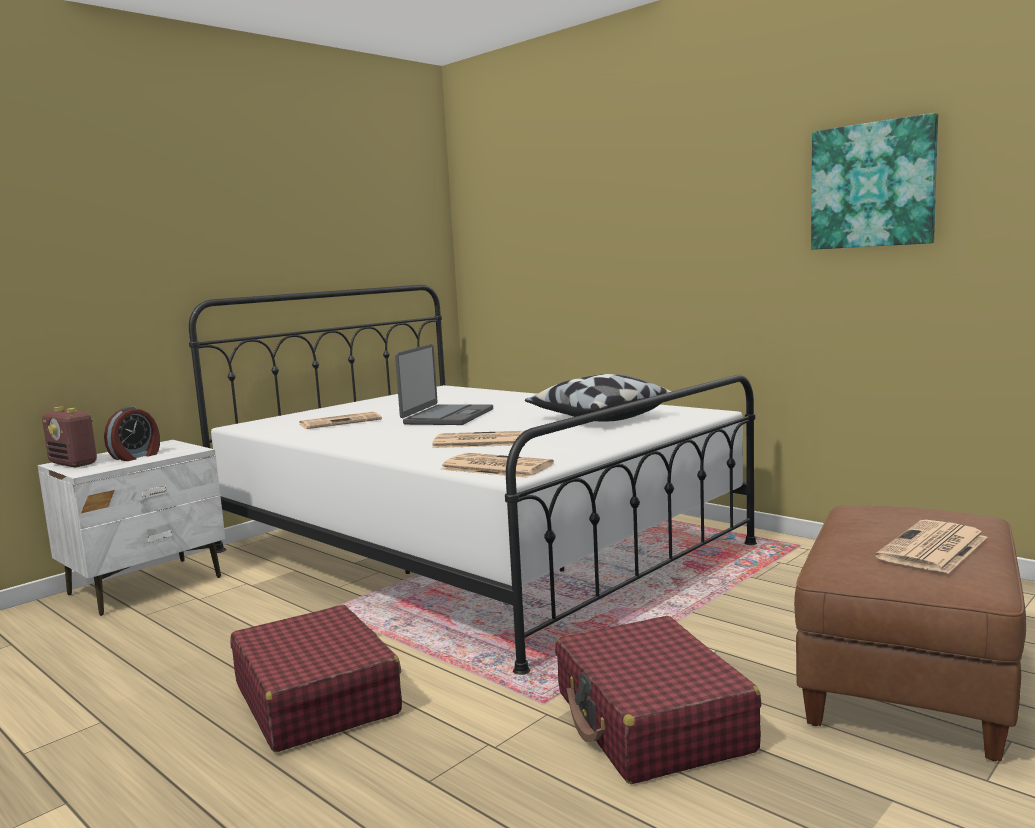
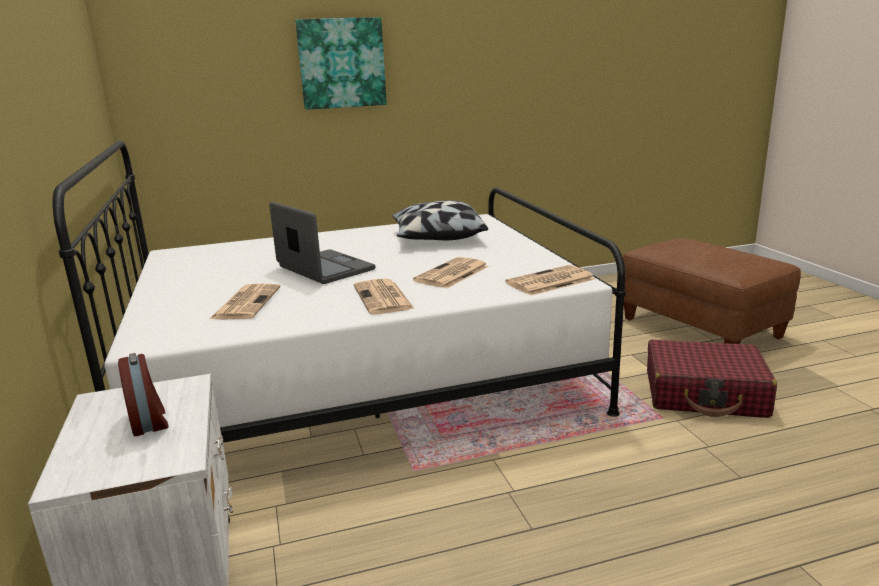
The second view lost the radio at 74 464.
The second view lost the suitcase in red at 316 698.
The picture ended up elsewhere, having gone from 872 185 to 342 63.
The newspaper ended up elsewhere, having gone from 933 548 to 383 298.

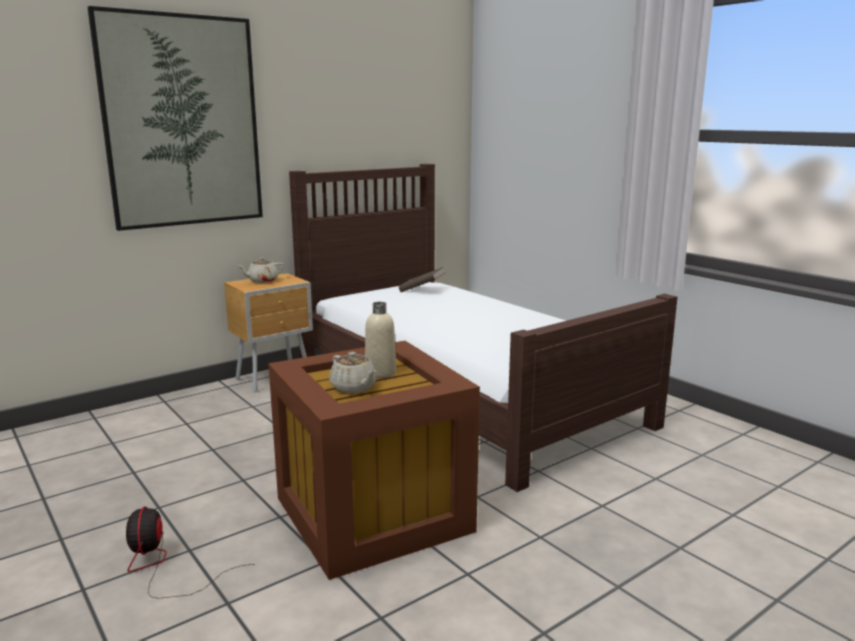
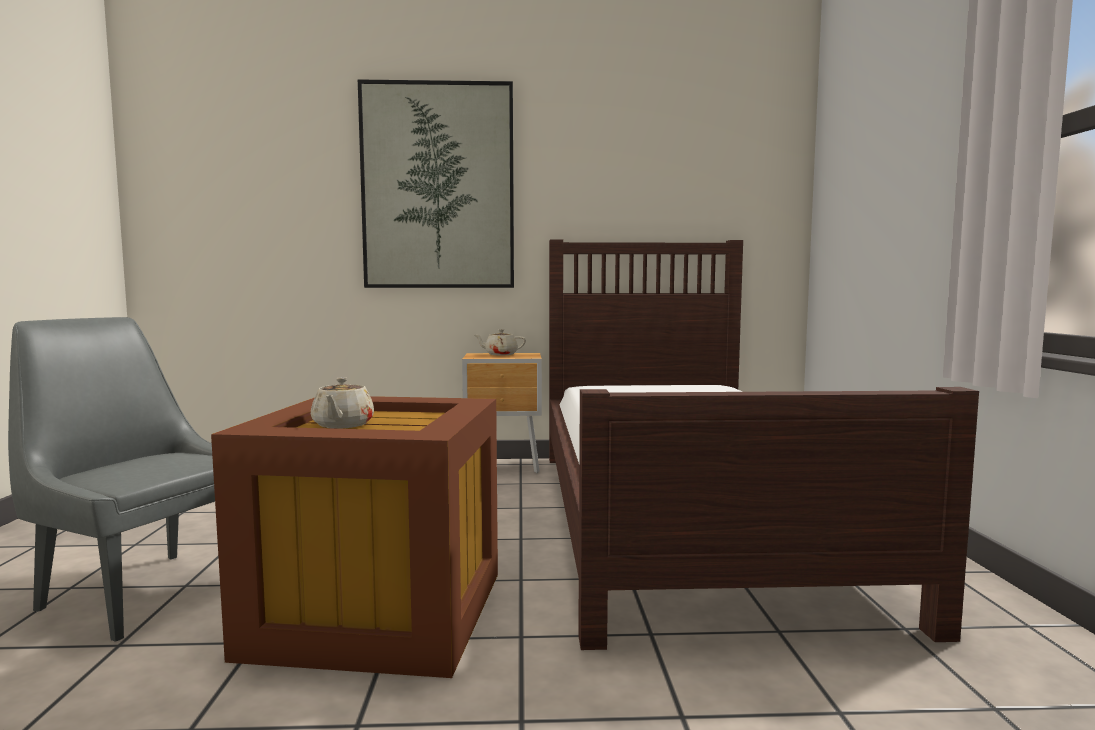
The second view lost the bottle in beige at 380 373.
The second view lost the book in brown at 422 290.
Where the fan stood at 163 567, the chair in grey came to stand at 144 592.

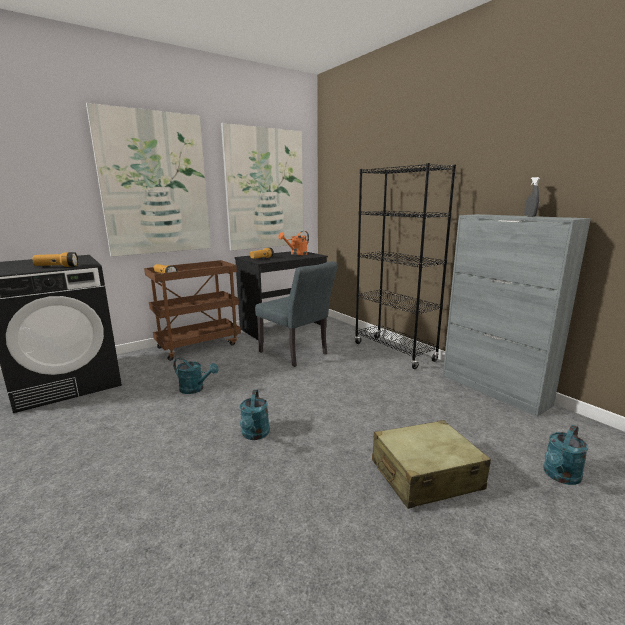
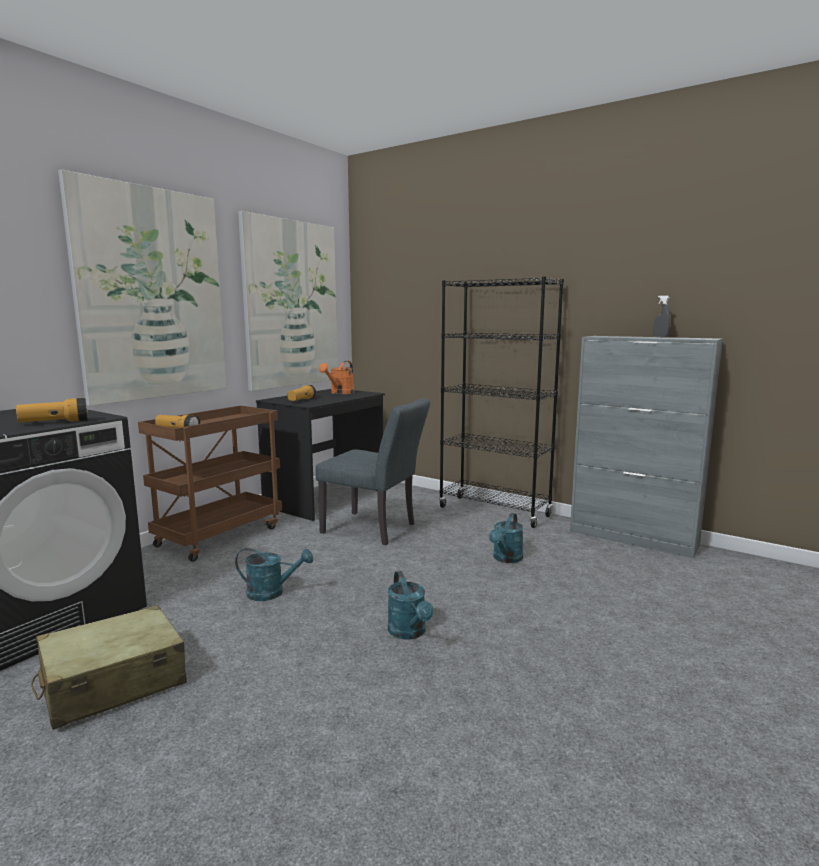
The suitcase in beige ended up elsewhere, having gone from 425 475 to 113 682.
The watering can in turquoise ended up elsewhere, having gone from 560 476 to 506 559.

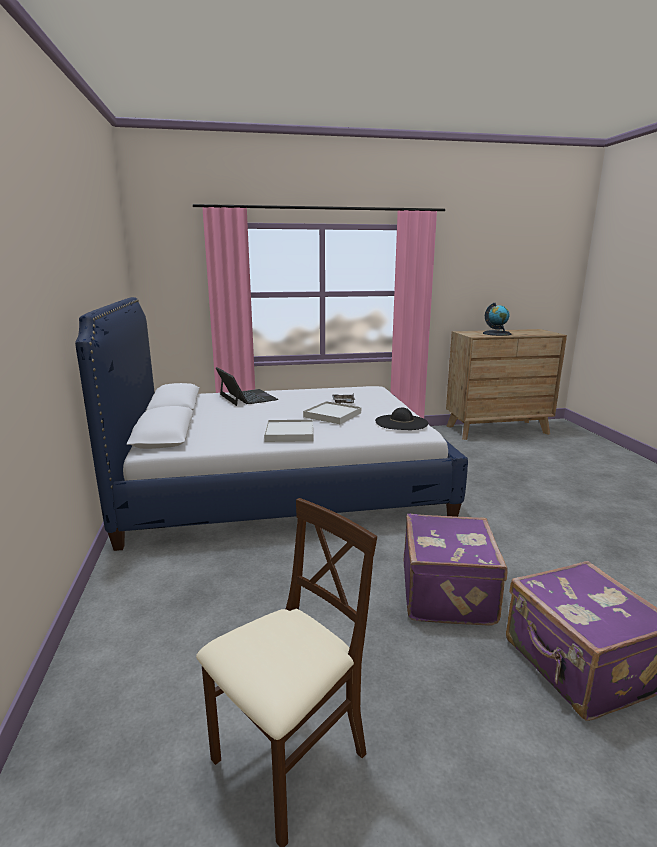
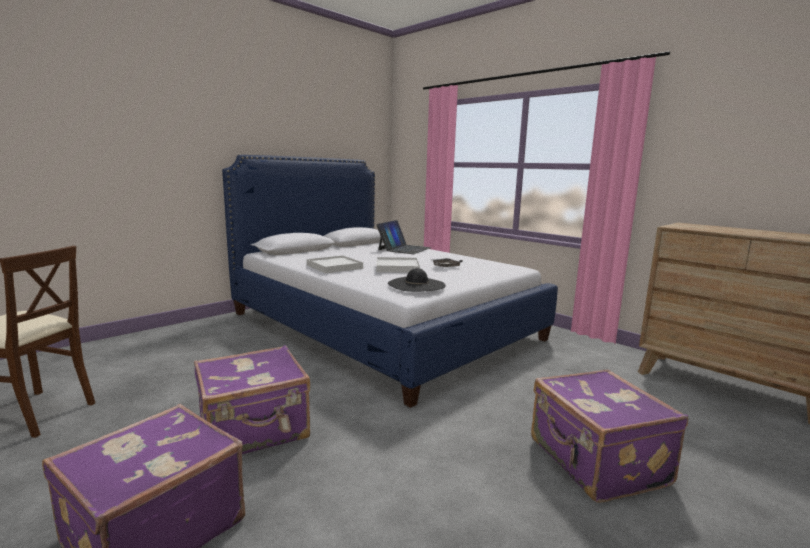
The second view lost the globe at 497 333.
The second view gained the suitcase in purple at 596 463.

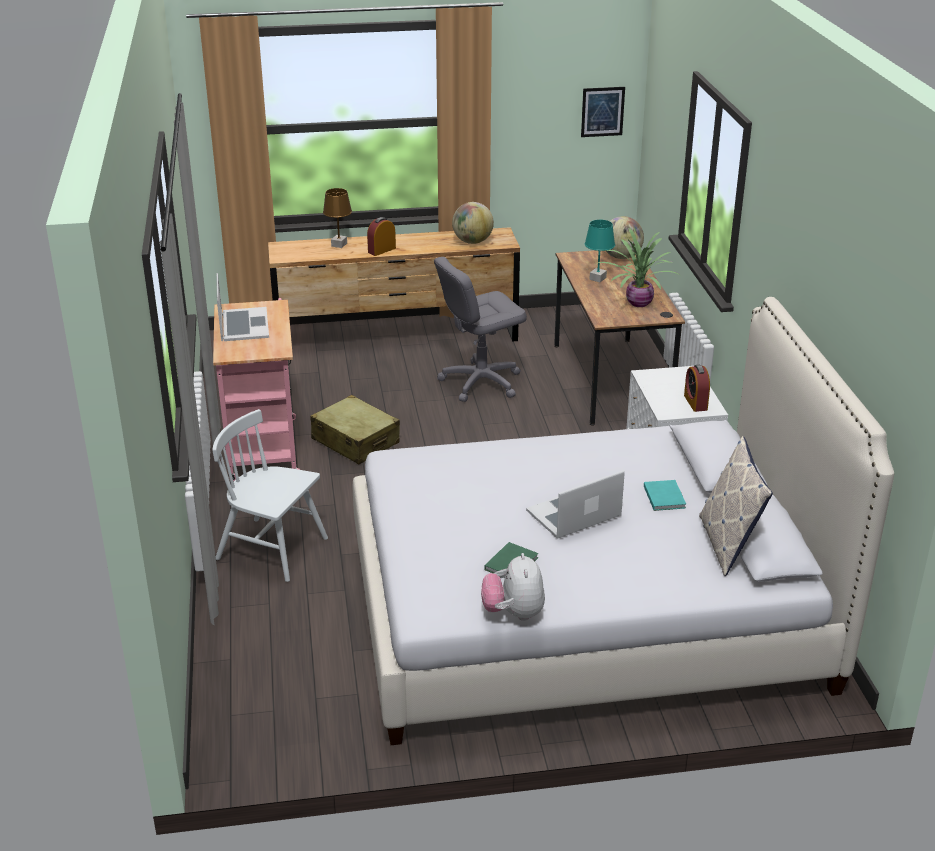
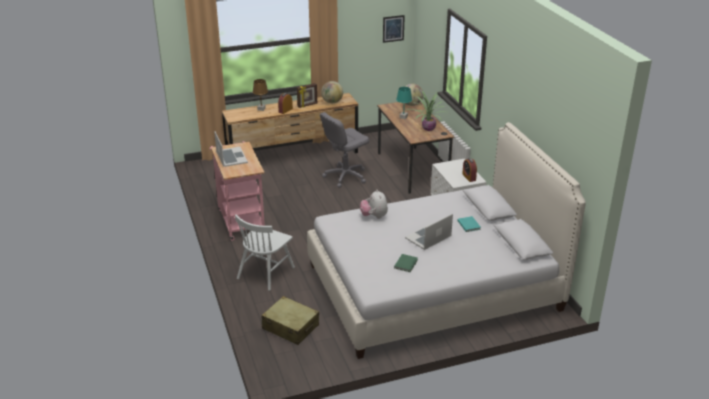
The second view lost the pillow at 728 544.
The second view gained the picture frame at 307 105.
The suitcase in beige ended up elsewhere, having gone from 355 441 to 290 327.
The plush toy ended up elsewhere, having gone from 513 613 to 374 216.
The chair in white at 272 549 ended up facing another way, 75 degrees counterclockwise from before.

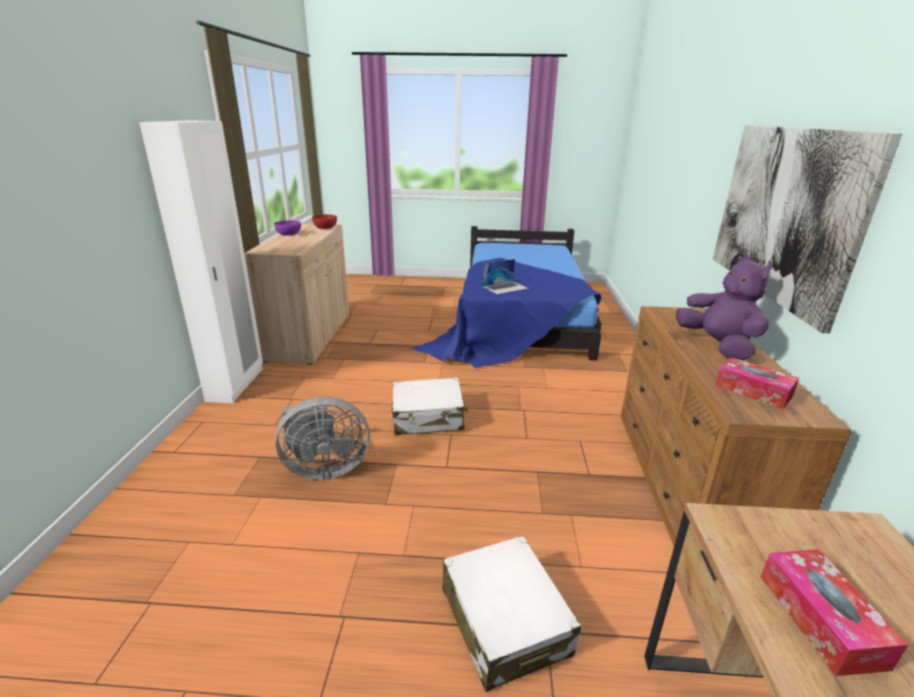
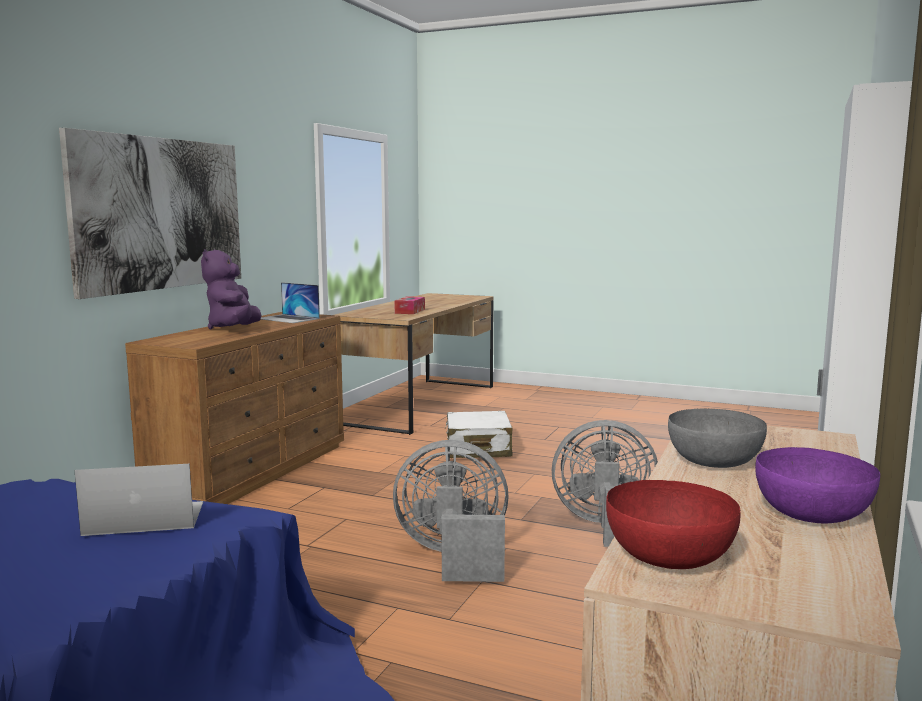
The second view gained the bowl in grey at 715 461.
Where the suitcase in white stood at 428 417, the fan in grey came to stand at 454 557.
Where the tissue box stood at 753 391, the laptop came to stand at 288 318.

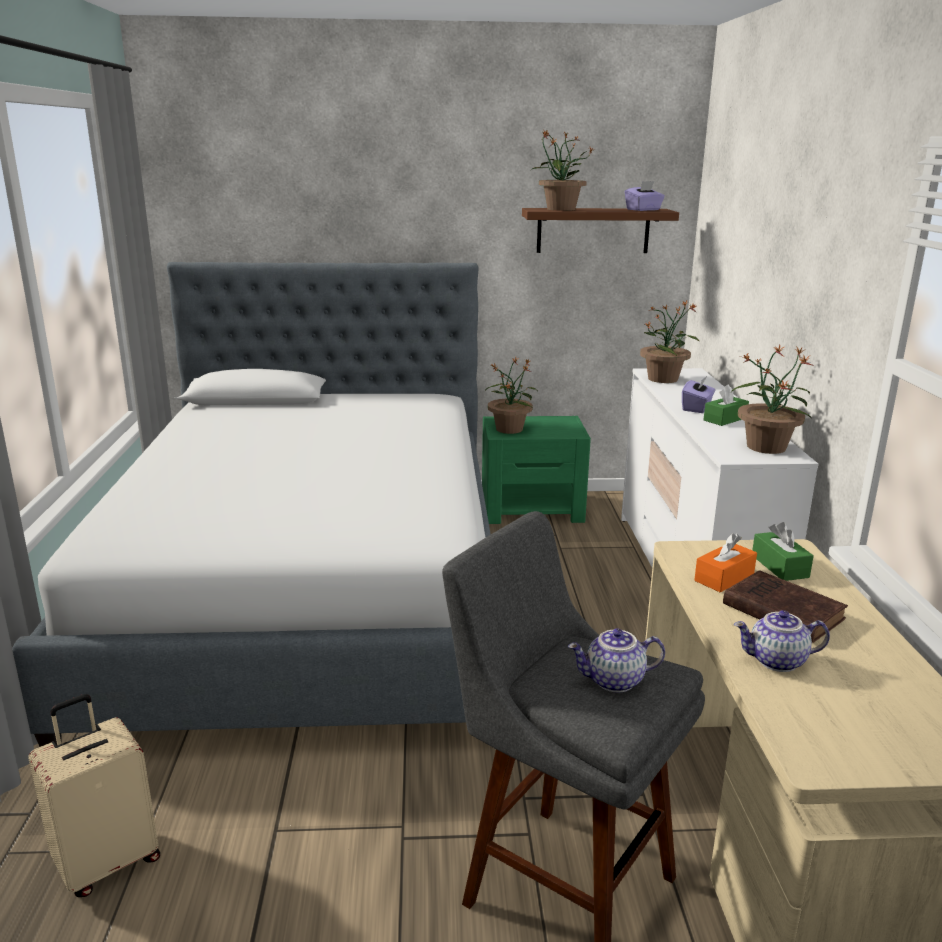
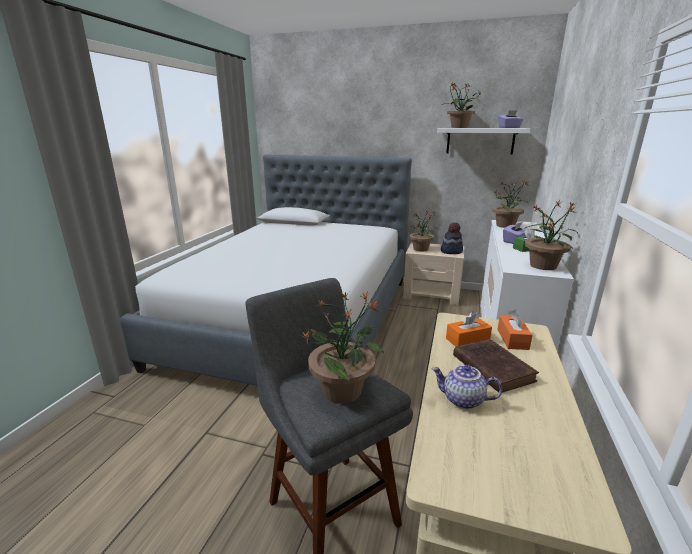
The second view lost the suitcase in beige at 107 862.
The second view gained the hat at 451 251.
Where the teapot stood at 614 681, the potted plant came to stand at 343 390.
What was the nightstand in green at 532 508 turned into the nightstand in beige at 432 294.
What was the shelf in brown at 593 230 turned into the shelf in white at 480 141.
What was the tissue box in green at 779 566 turned into the tissue box in orange at 512 339.

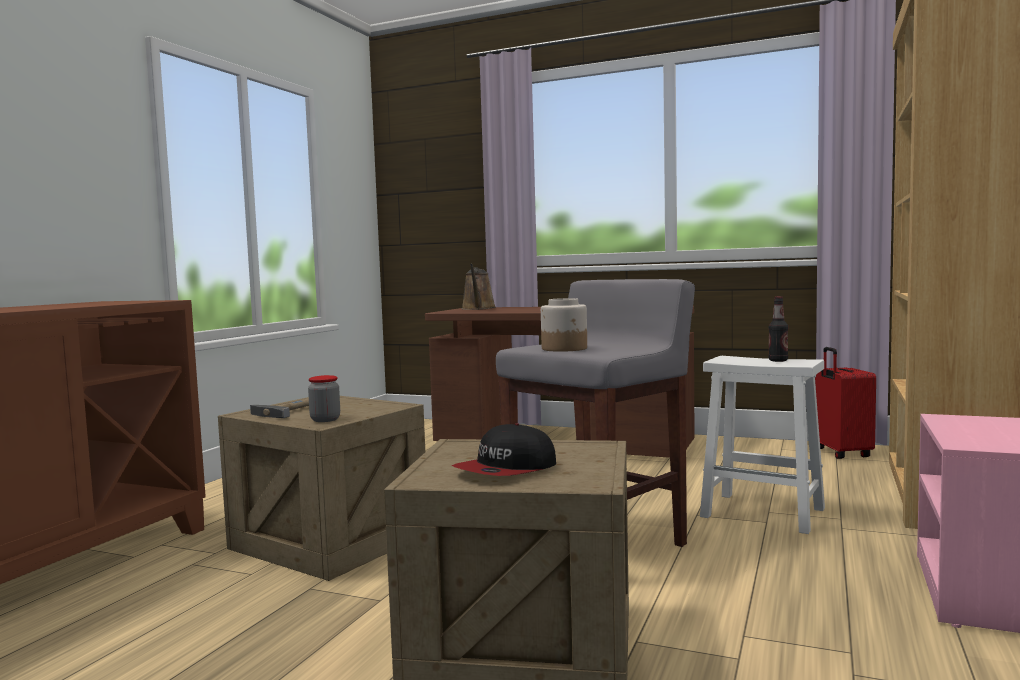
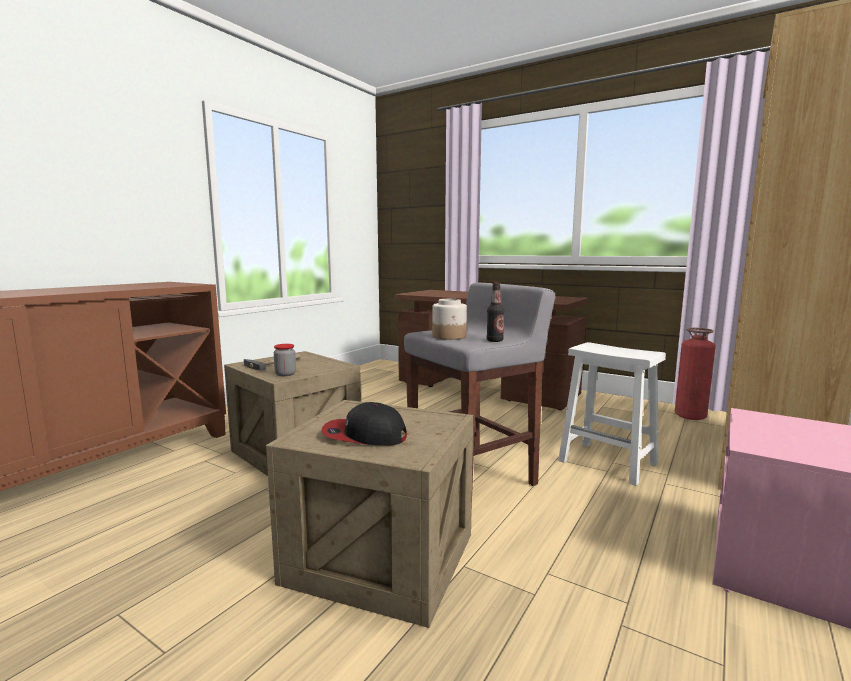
The second view lost the watering can in brown at 478 308.
The bottle ended up elsewhere, having gone from 778 360 to 494 340.
Where the suitcase in red stood at 841 453, the fire extinguisher came to stand at 690 416.
The cap at 506 470 ended up facing another way, 45 degrees clockwise from before.

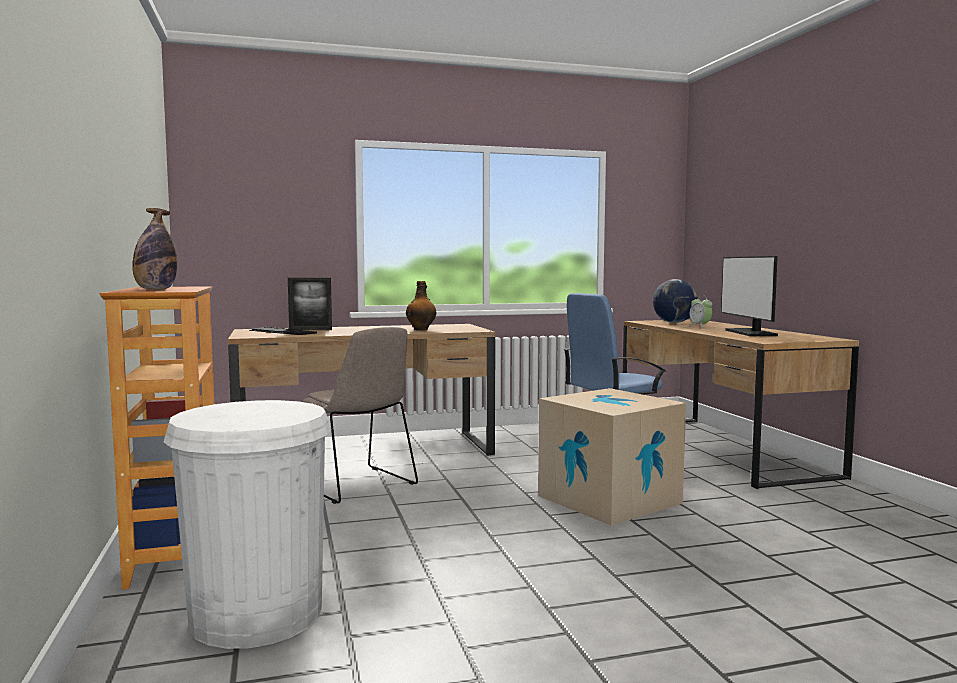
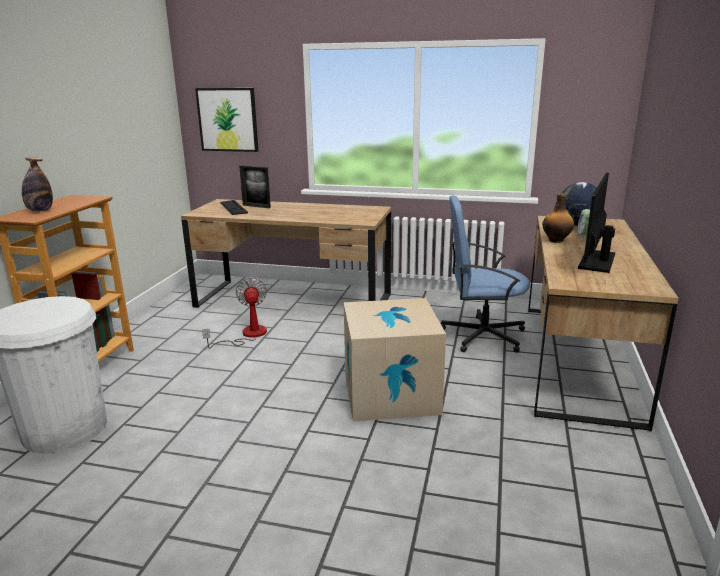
The second view gained the picture at 228 119.
The bottle ended up elsewhere, having gone from 421 329 to 556 240.
Where the chair in beige stood at 359 486, the fan came to stand at 247 335.

